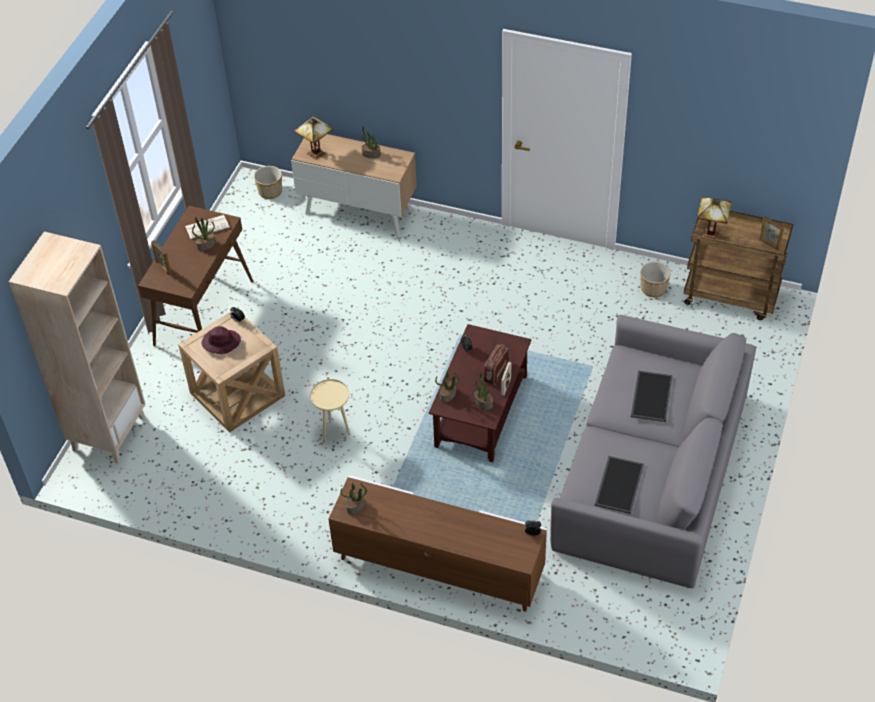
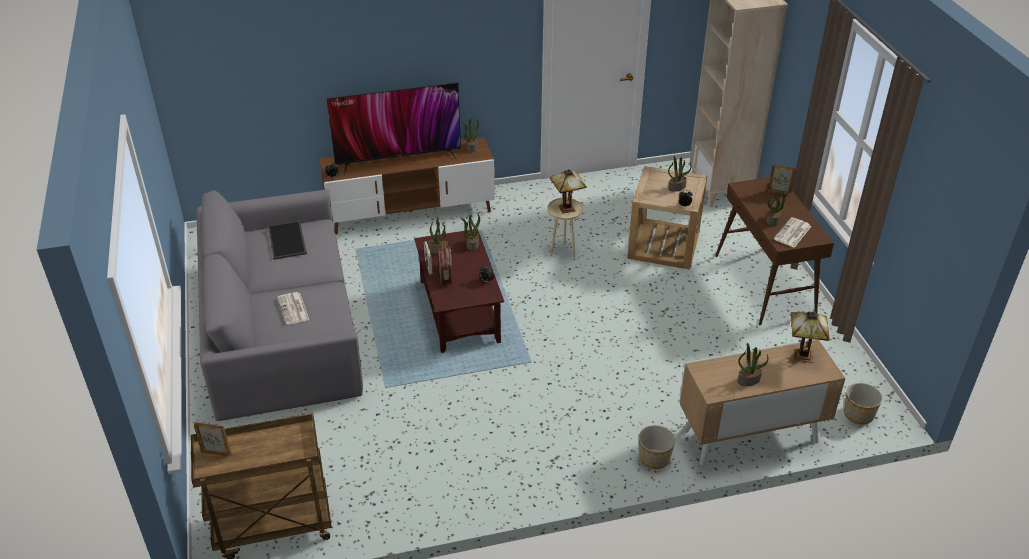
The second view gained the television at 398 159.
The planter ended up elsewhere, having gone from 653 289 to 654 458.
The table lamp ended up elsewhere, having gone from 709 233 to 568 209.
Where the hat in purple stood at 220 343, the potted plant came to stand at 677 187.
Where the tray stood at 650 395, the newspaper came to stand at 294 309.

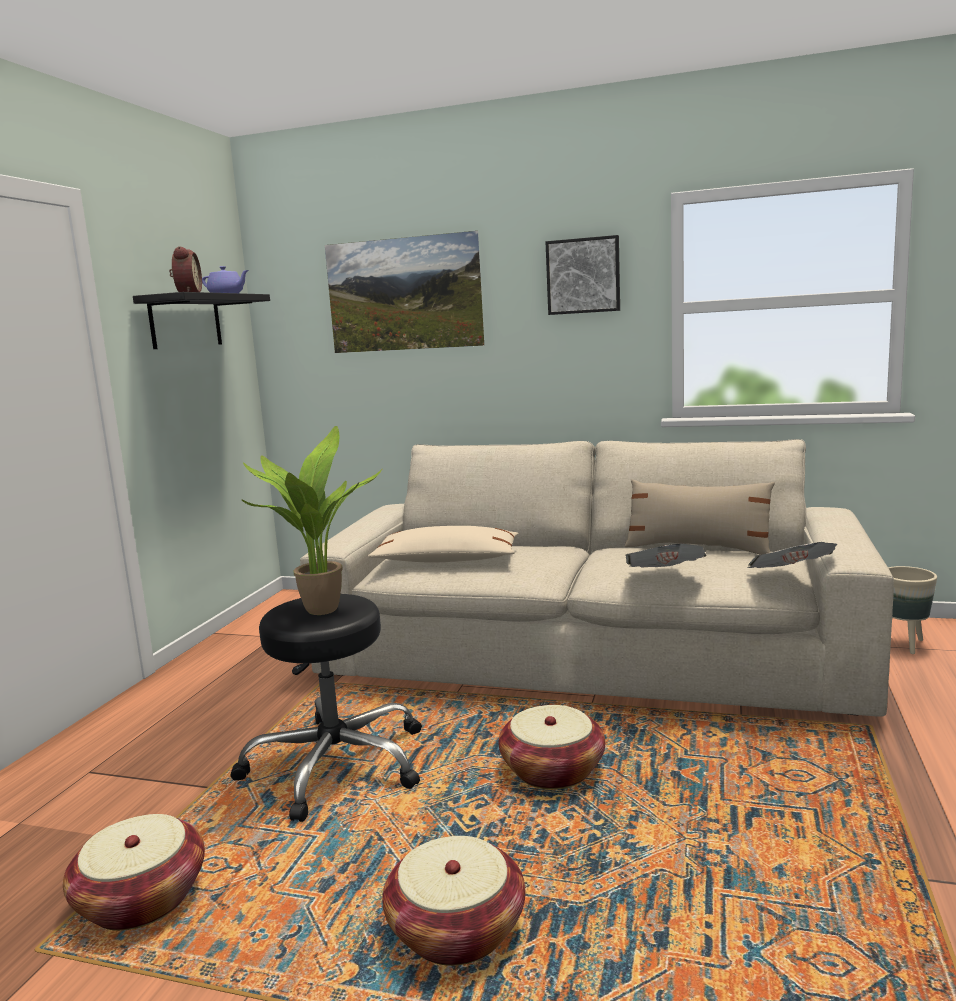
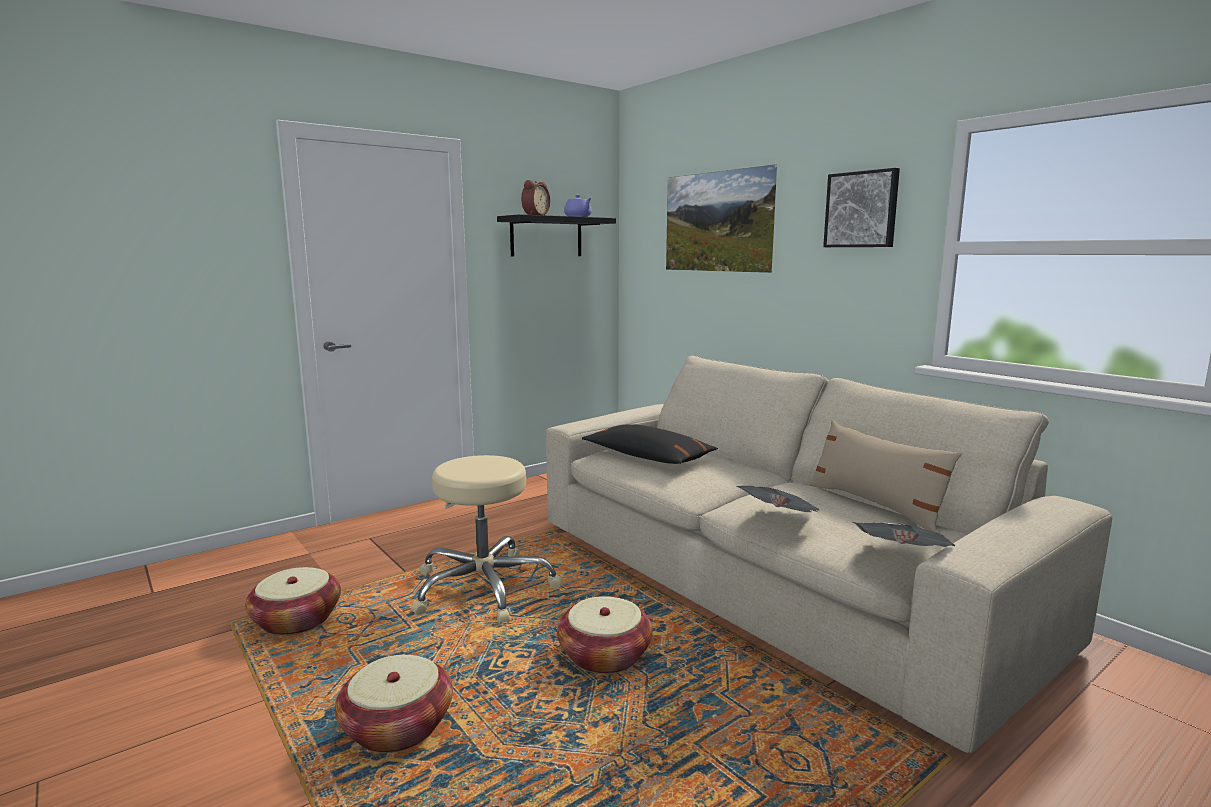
The second view lost the potted plant at 318 609.
The second view lost the planter in beige at 904 644.
What was the stool in black at 336 764 turned into the stool in beige at 484 588.
What was the pillow in beige at 447 560 turned into the pillow in black at 648 457.

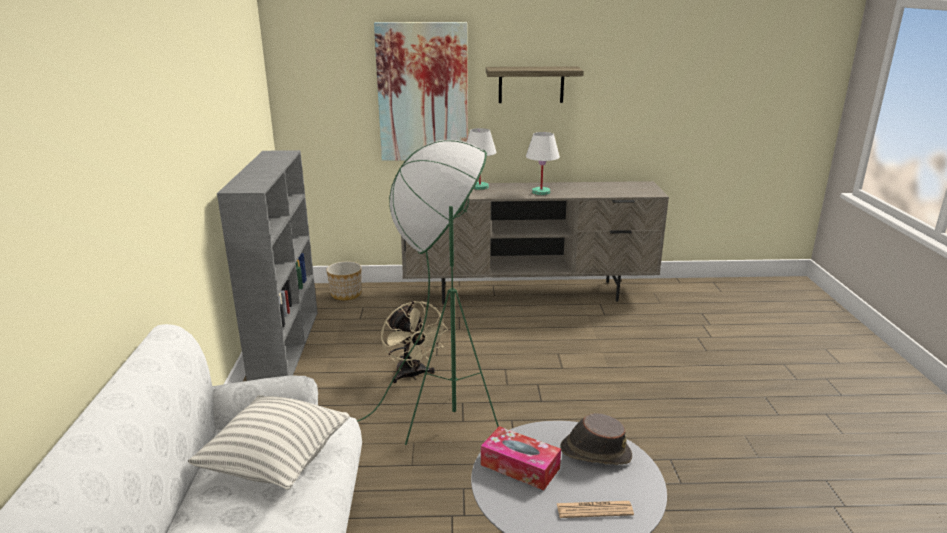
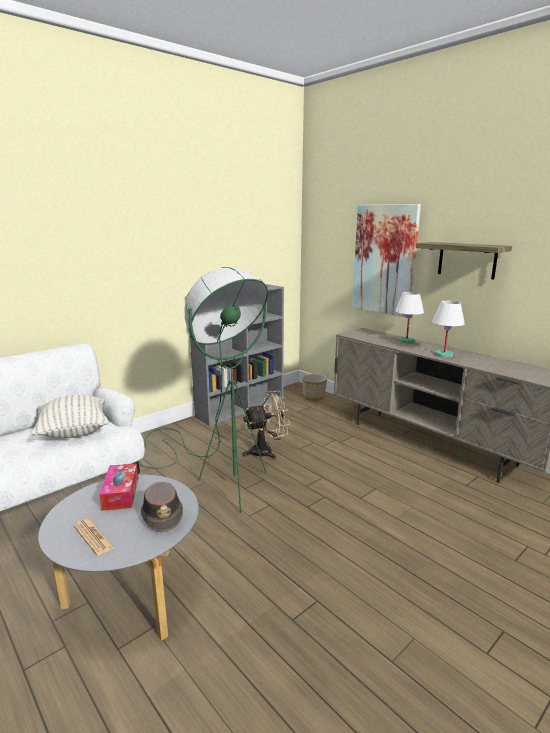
The fan in beige at 412 375 ended up facing another way, 135 degrees counterclockwise from before.

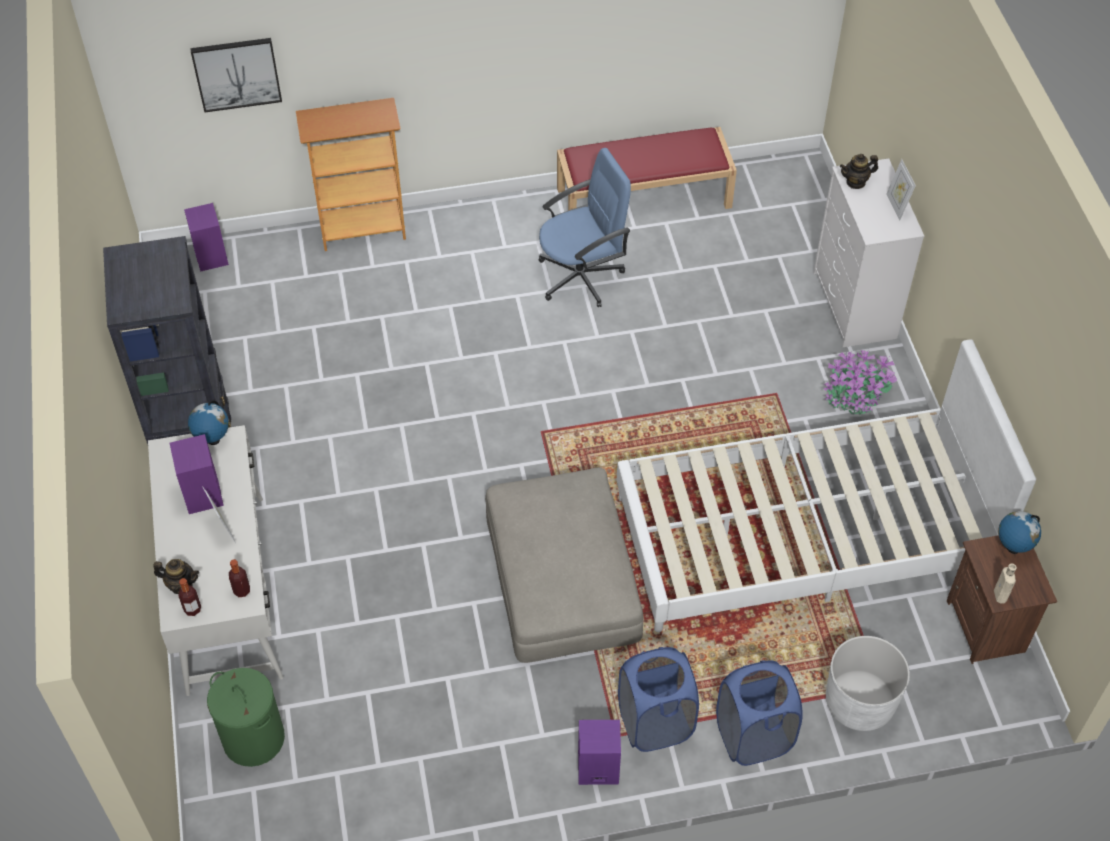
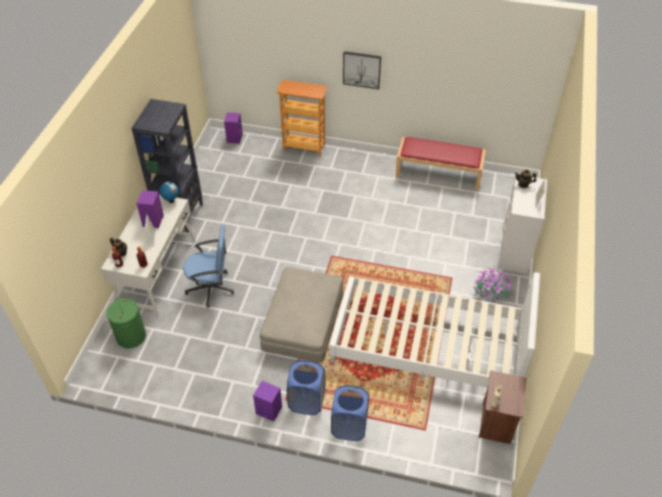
The second view lost the planter in white at 859 702.
The second view lost the globe at 1012 548.
The picture ended up elsewhere, having gone from 236 73 to 361 69.
The office chair in blue ended up elsewhere, having gone from 581 276 to 211 288.

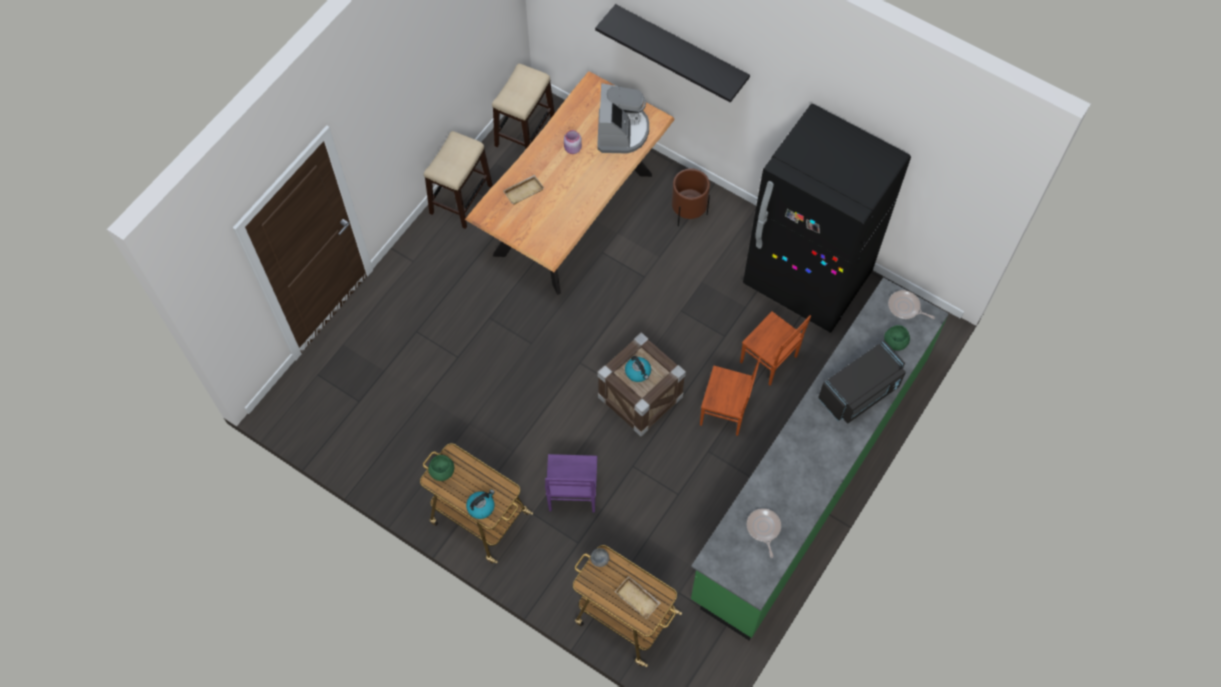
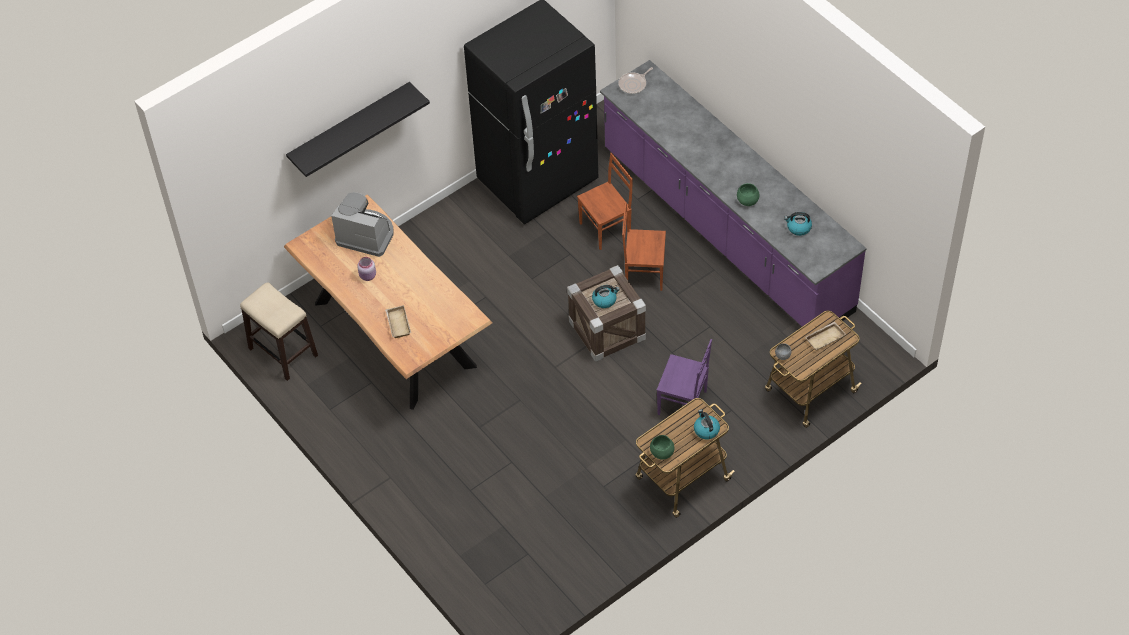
The second view lost the stool at 461 198.
The second view lost the planter in brown at 688 213.
The second view lost the microwave in black at 860 392.
The bowl in green ended up elsewhere, having gone from 895 343 to 747 200.
Where the frying pan stood at 763 528, the kettle came to stand at 798 228.
What was the counter in green at 810 477 turned into the counter in purple at 725 231.
The chair in brown at 725 412 ended up facing another way, 120 degrees counterclockwise from before.

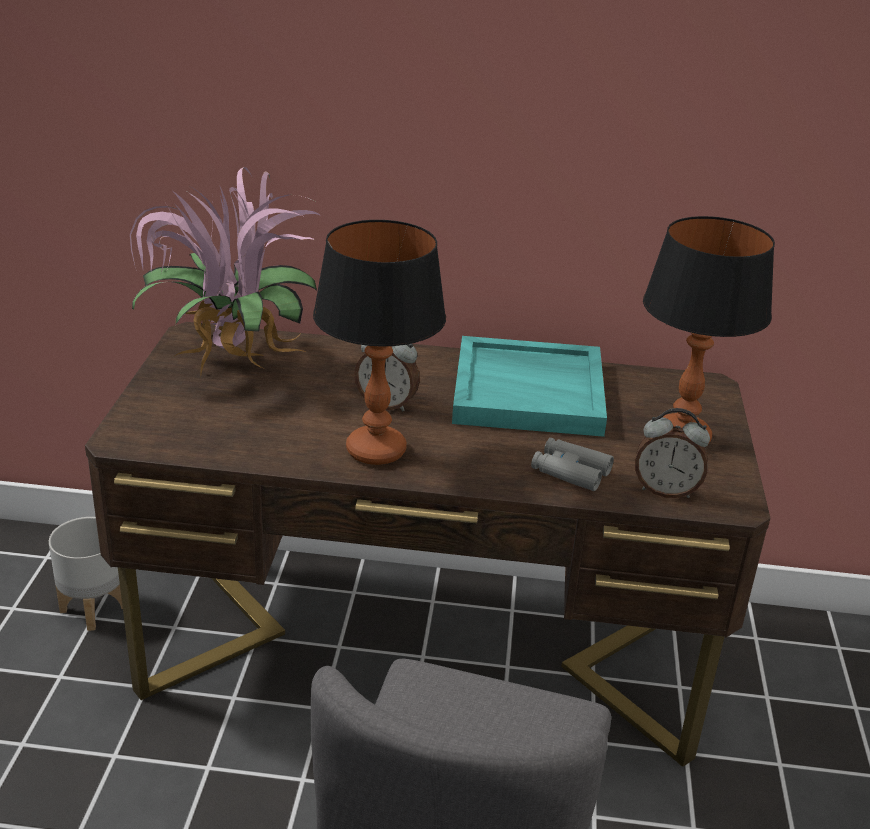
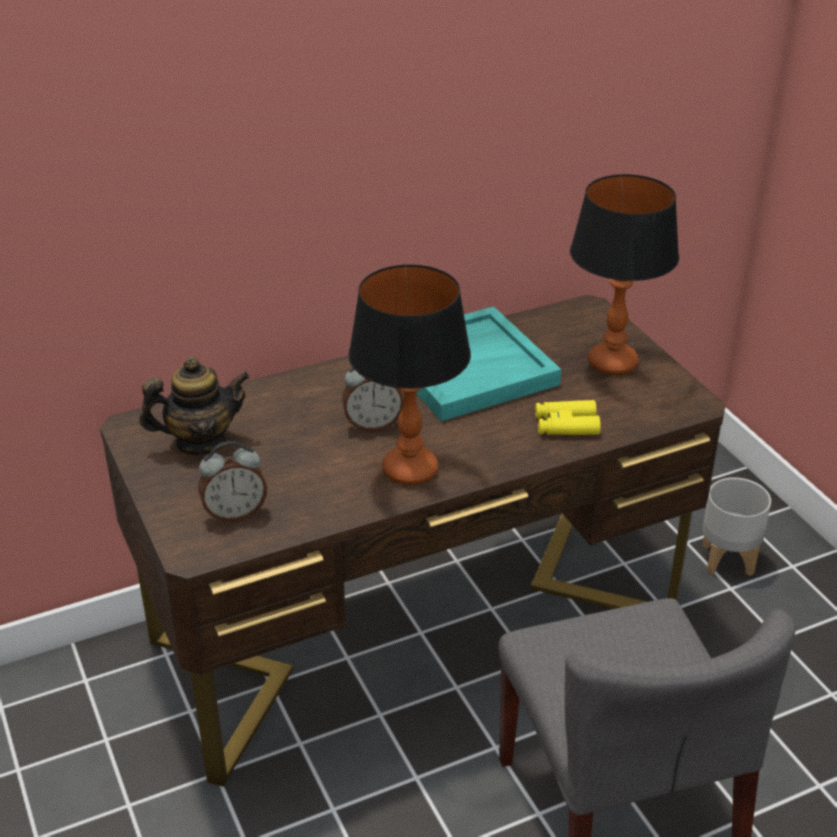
The planter in grey ended up elsewhere, having gone from 95 609 to 729 559.
The alarm clock ended up elsewhere, having gone from 665 490 to 235 513.
Where the potted plant stood at 229 364, the teapot came to stand at 200 442.
What was the binoculars in grey at 570 471 turned into the binoculars in yellow at 566 425.

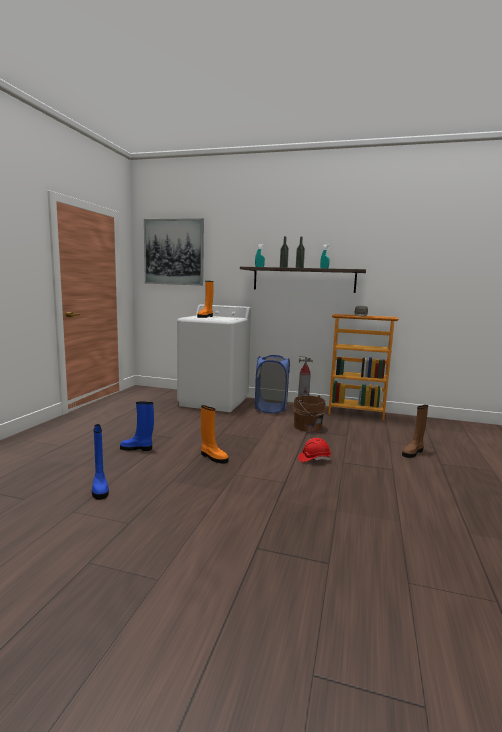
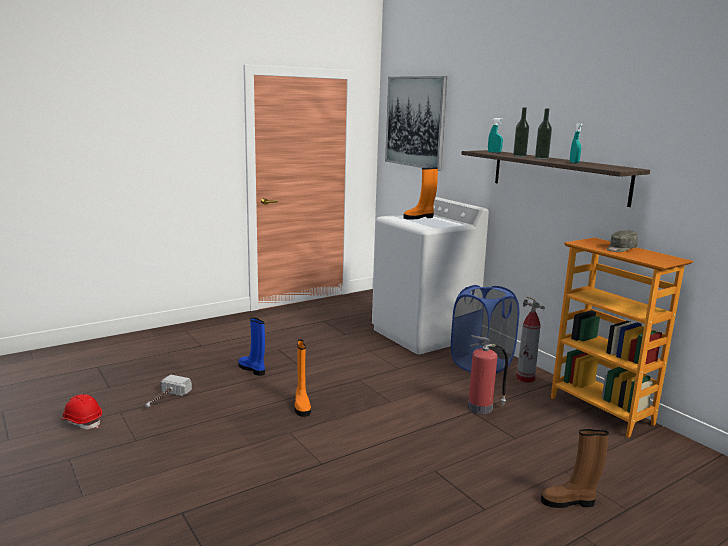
The hard hat in red ended up elsewhere, having gone from 314 459 to 82 421.
Where the boot in blue stood at 100 489, the hammer came to stand at 165 399.
Where the bucket in brown stood at 308 427, the fire extinguisher came to stand at 481 408.

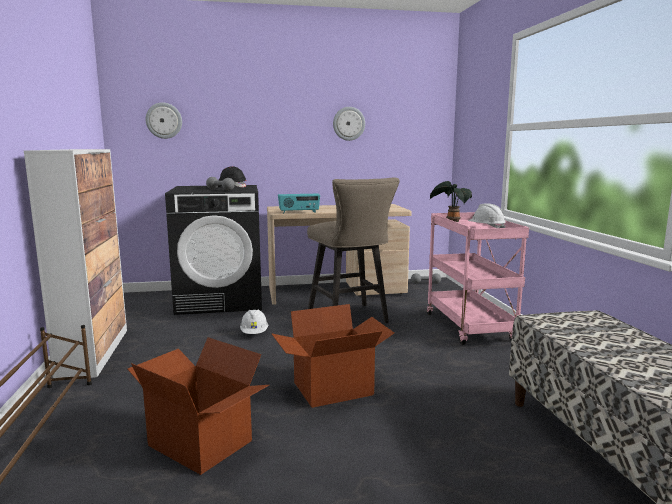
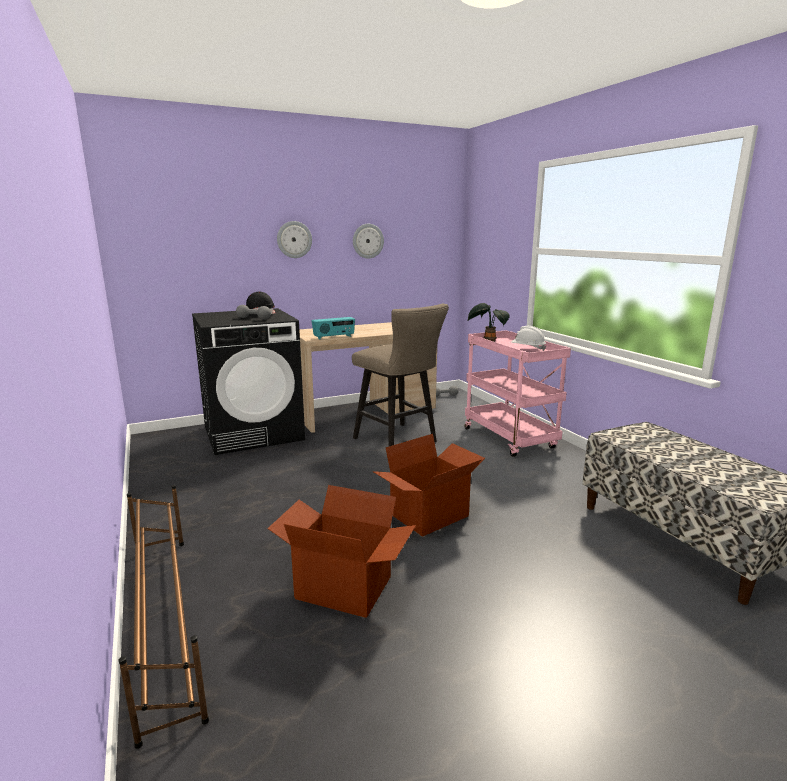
The second view lost the cabinet at 94 352.
The second view lost the hard hat in white at 254 333.
The wall clock ended up elsewhere, having gone from 164 120 to 294 239.

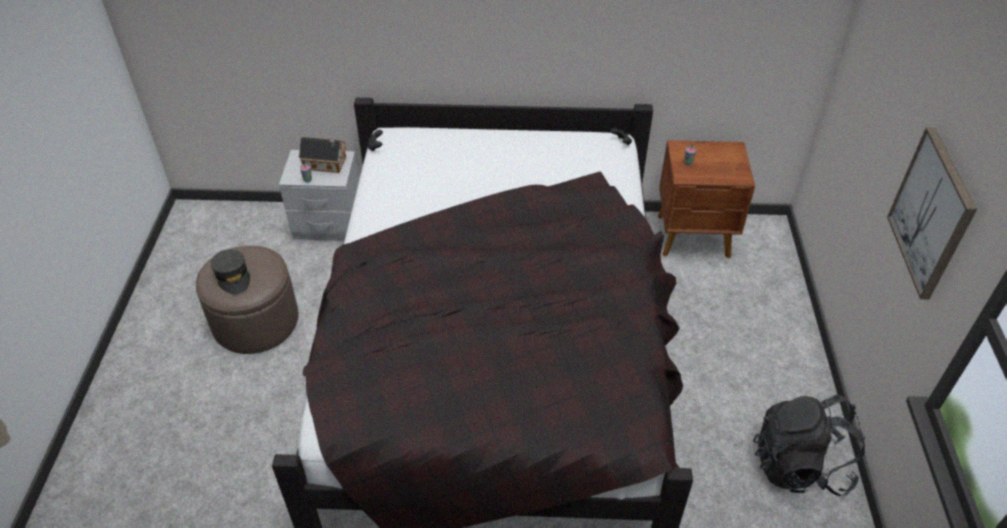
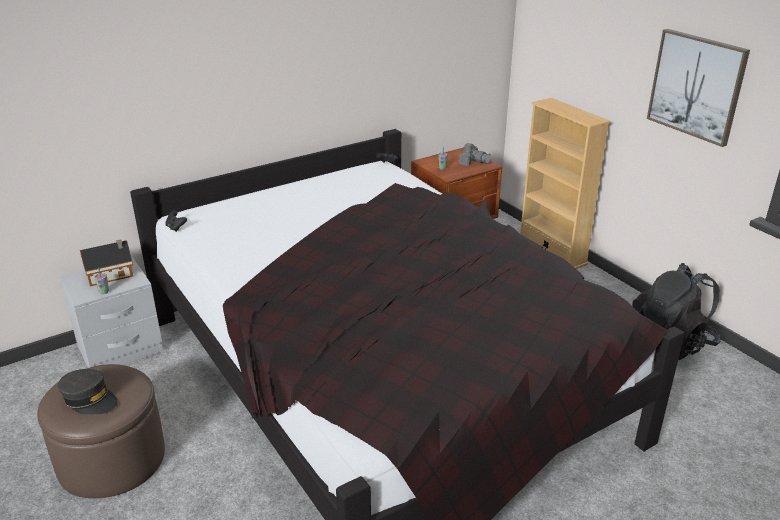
The second view gained the photo camera at 474 161.
The second view gained the bookcase in beige at 552 252.

